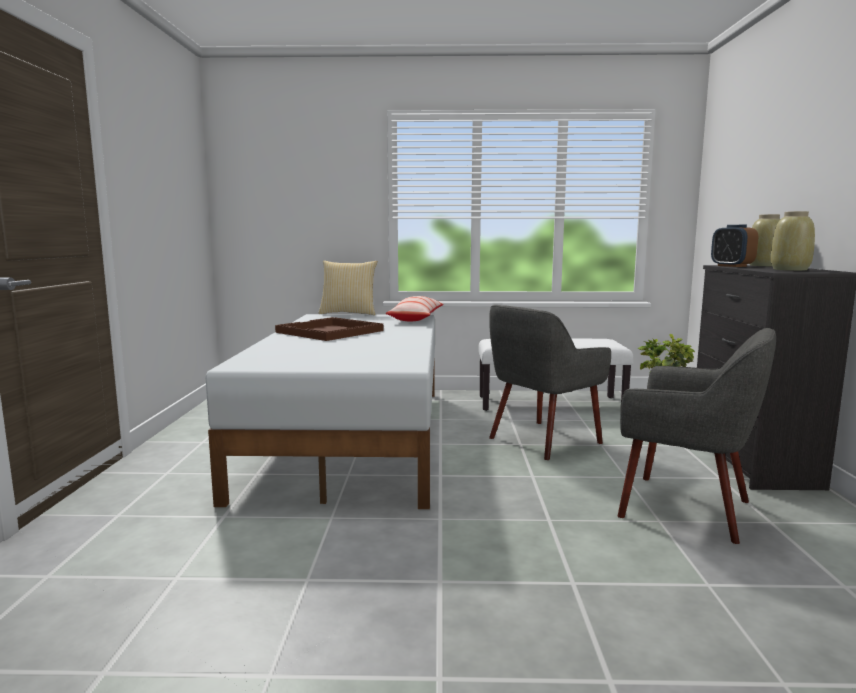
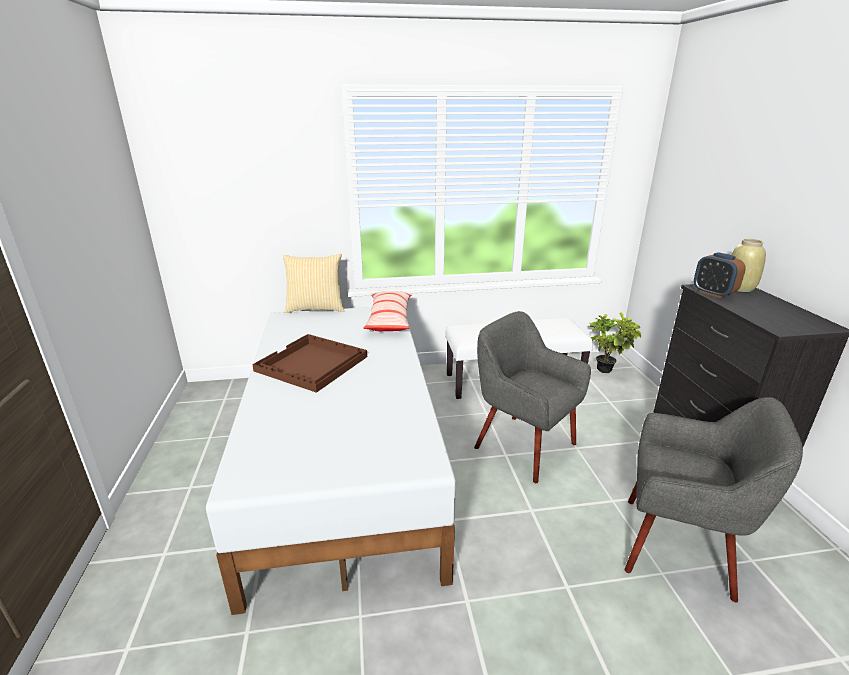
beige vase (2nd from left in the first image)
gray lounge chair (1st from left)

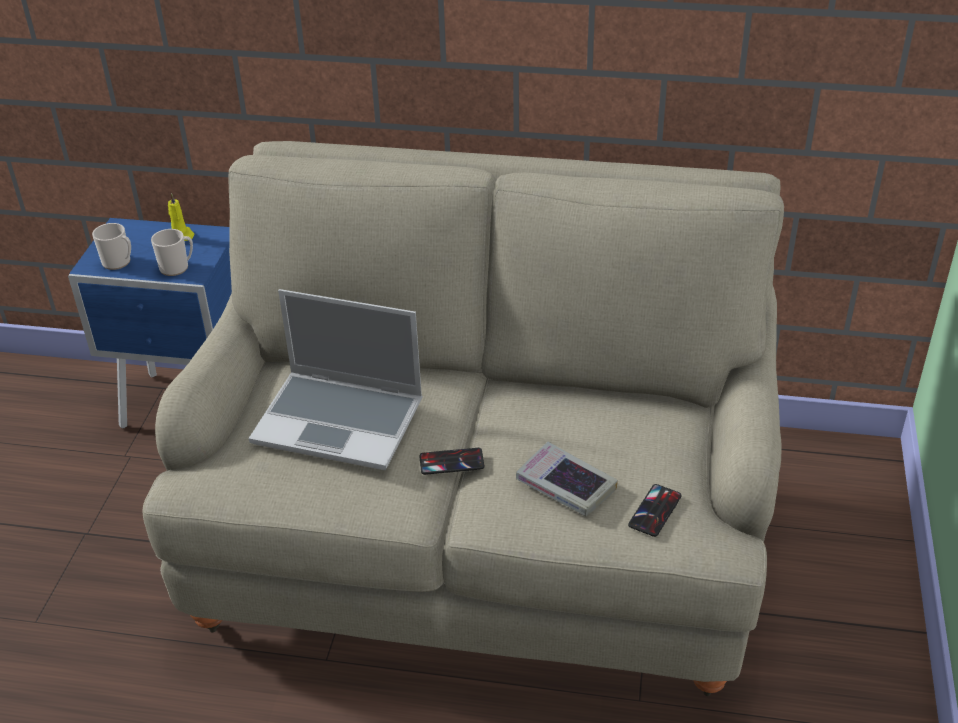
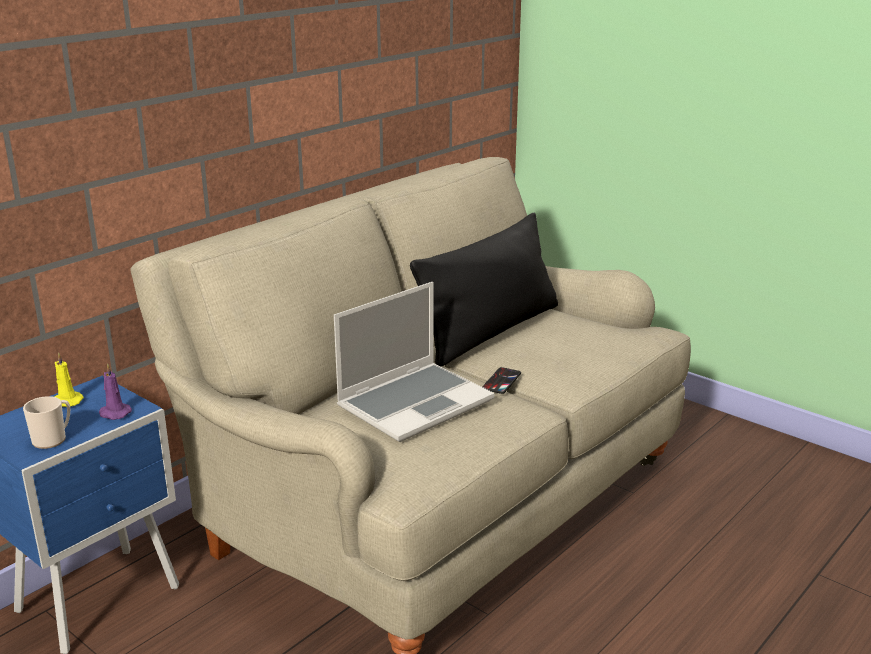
bound book
handset (2nd from left in the first image)
black pillow
purplish wax light

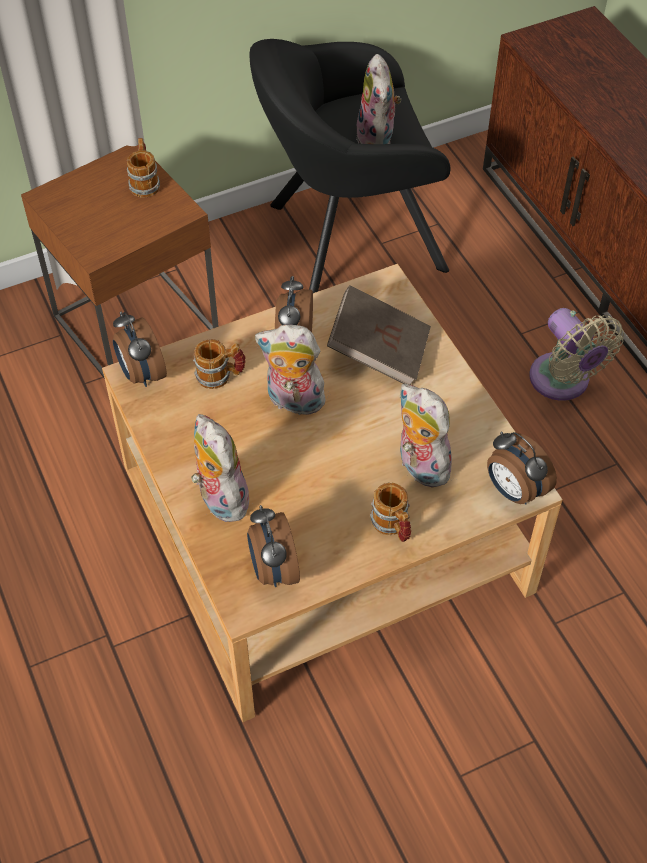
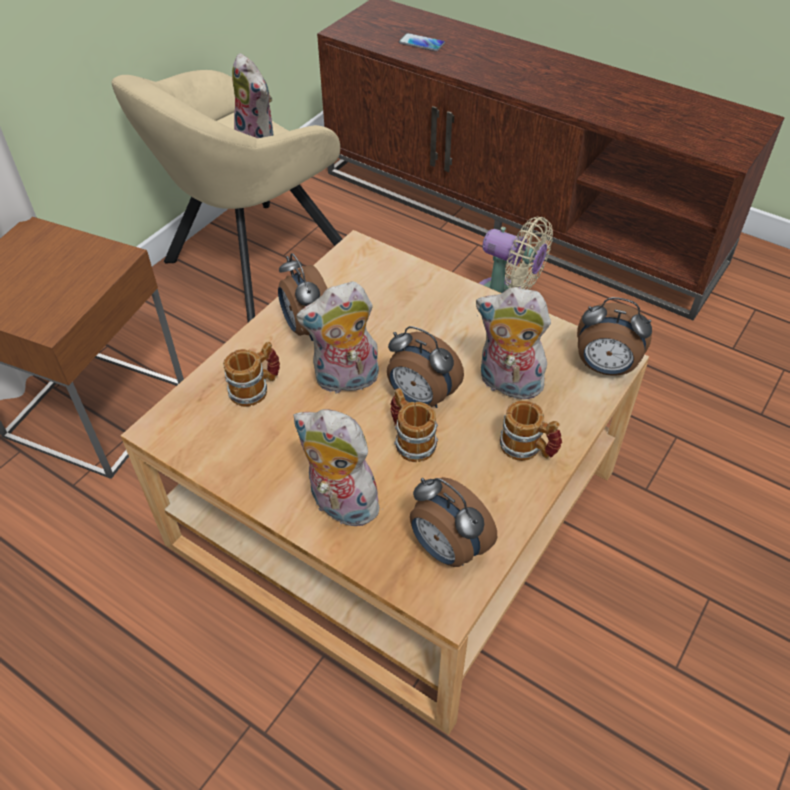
brownish bound book
handset
alarm clock (2nd from left)
tea mug (2nd from left)
beige lounge chair

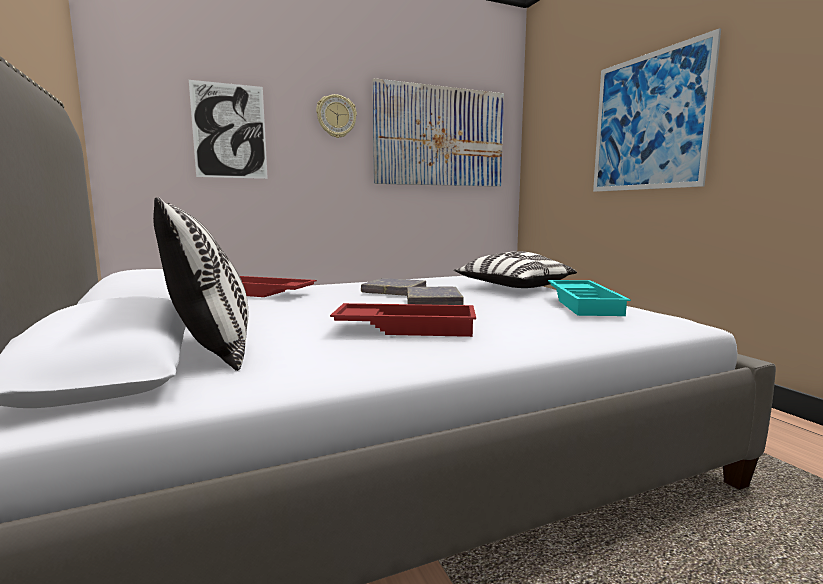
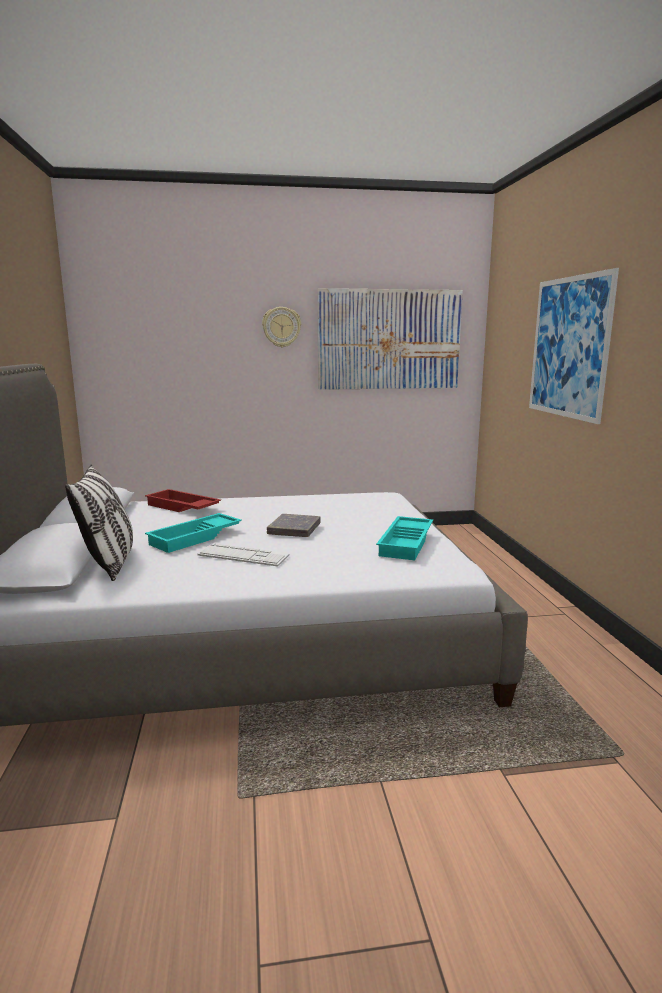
wall art (1st from left in the first image)
gray bound book (1st from left in the first image)
pillow (2nd from left in the first image)
turquoise-coloured carrying tray (1st from left)
PC keyboard

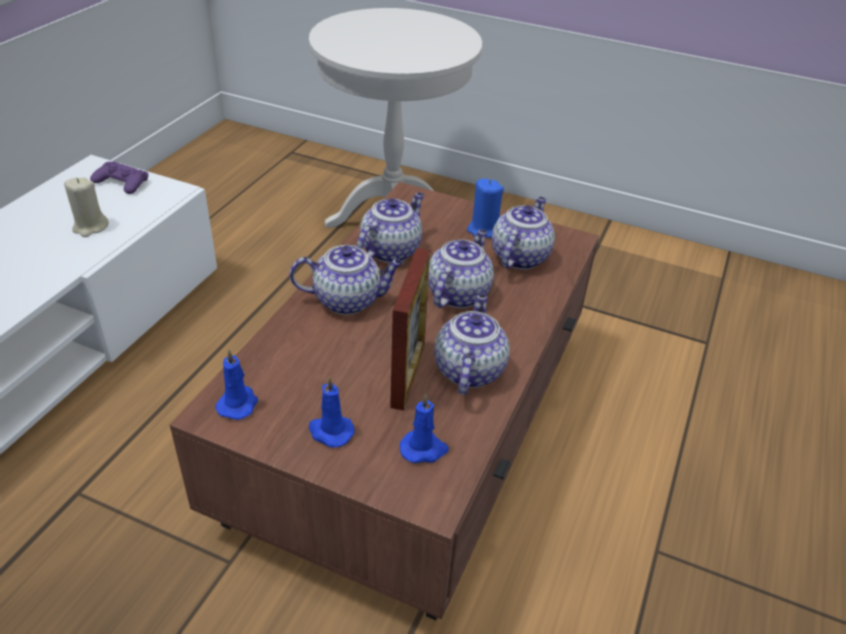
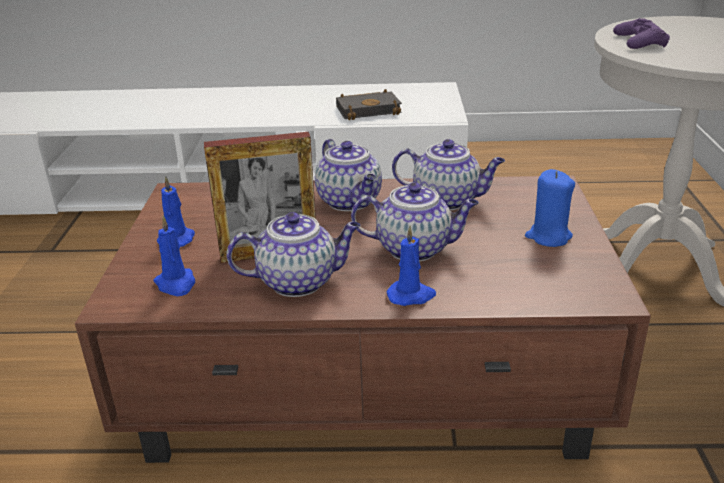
tea pot (5th from left in the first image)
purplish gamepad
blue wax light (3rd from left)
black bound book

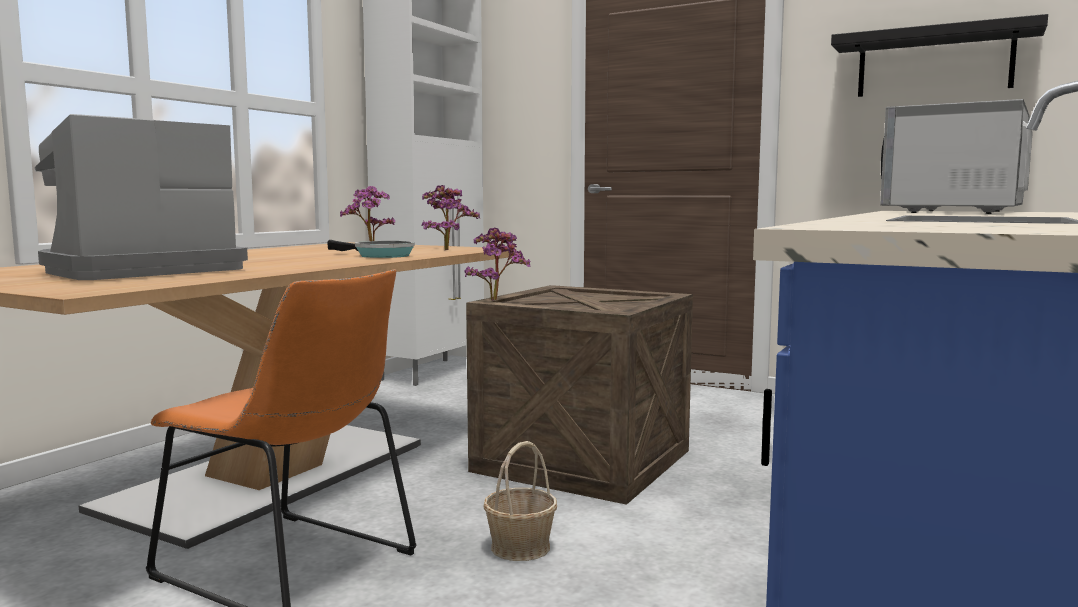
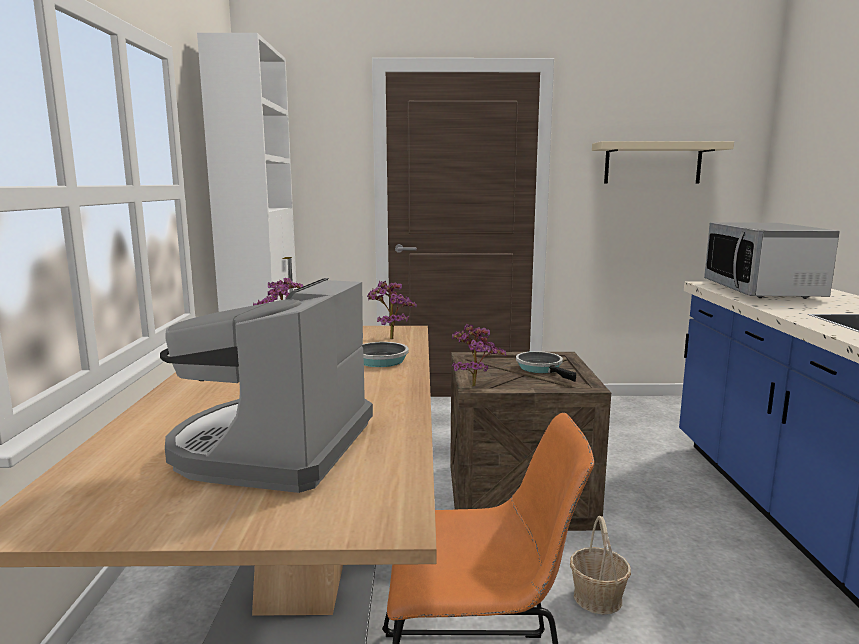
skillet (2nd from left)
beige shelf

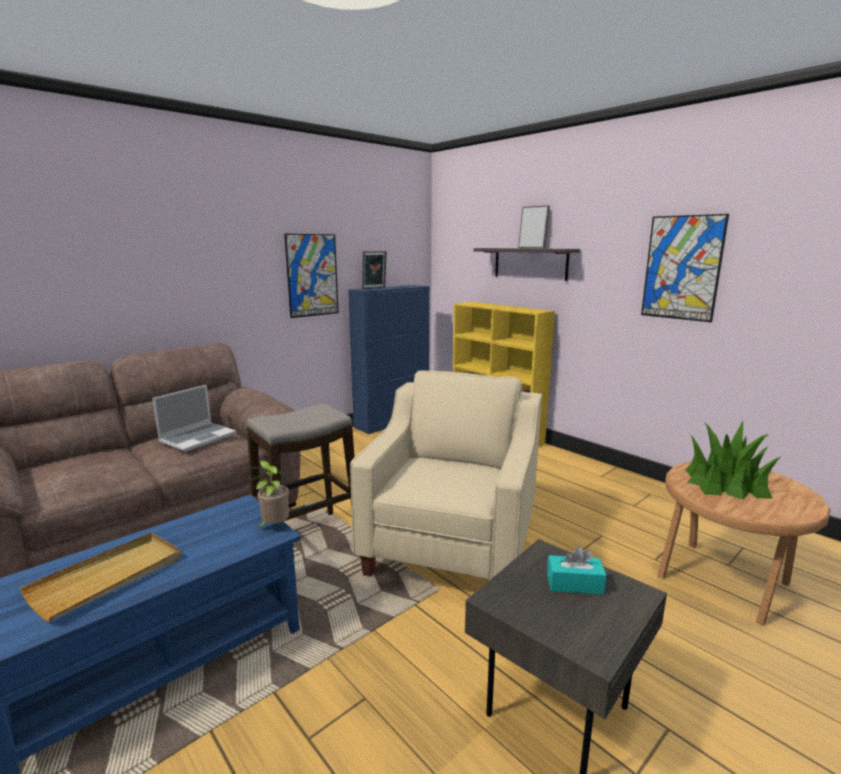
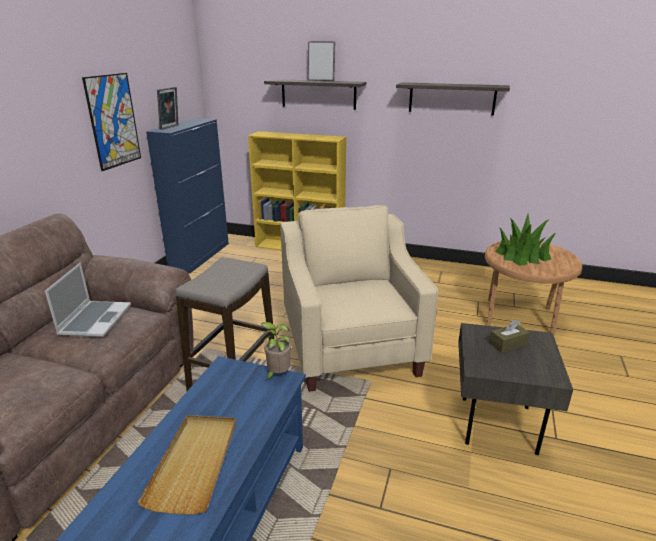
shelf (2nd from left)
brownish tissue holder

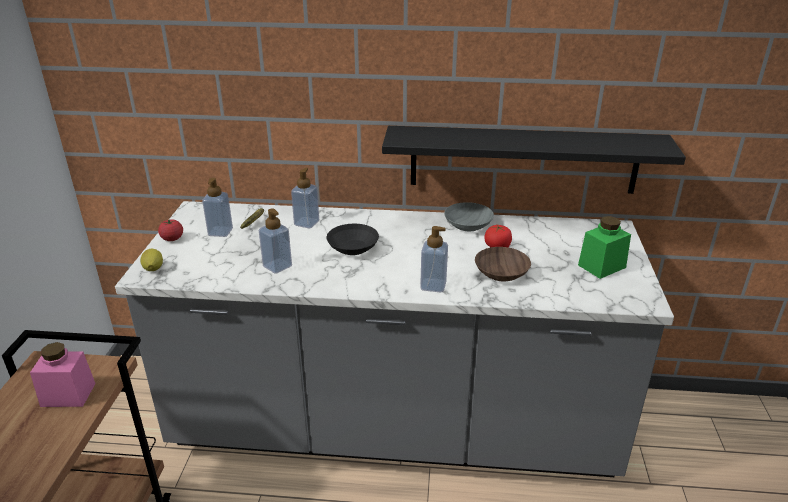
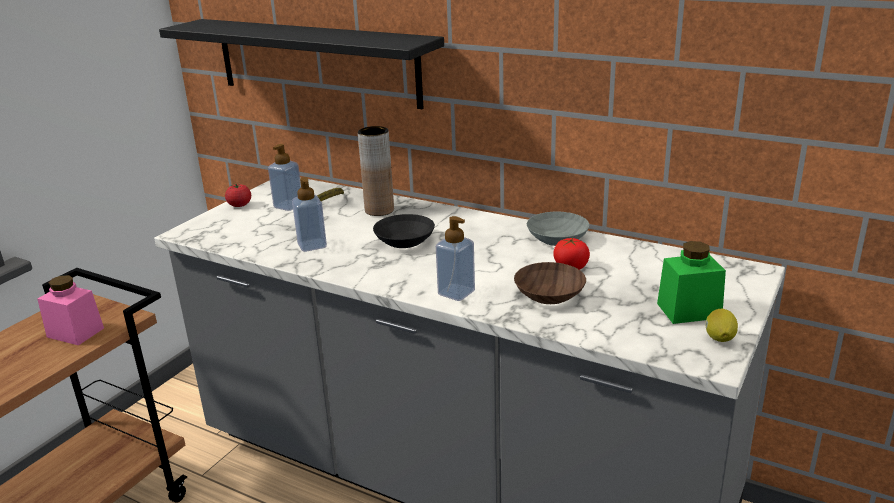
whole lemon
black shelf
brownish vase

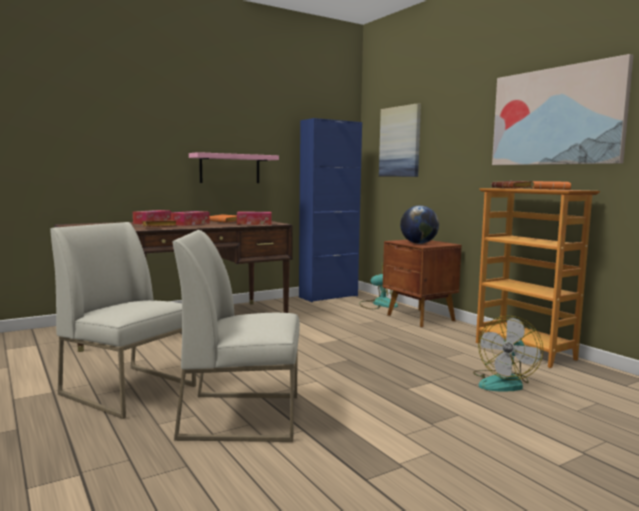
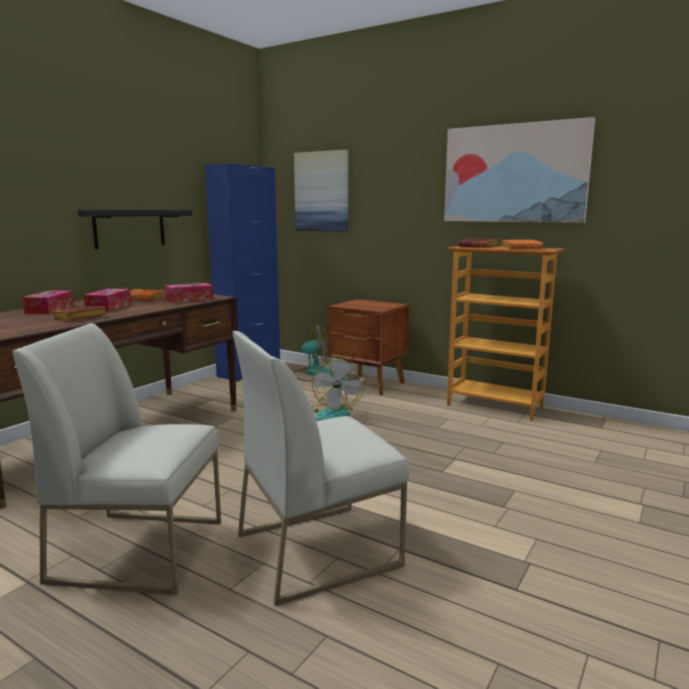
world globe
fan (2nd from left)
black shelf

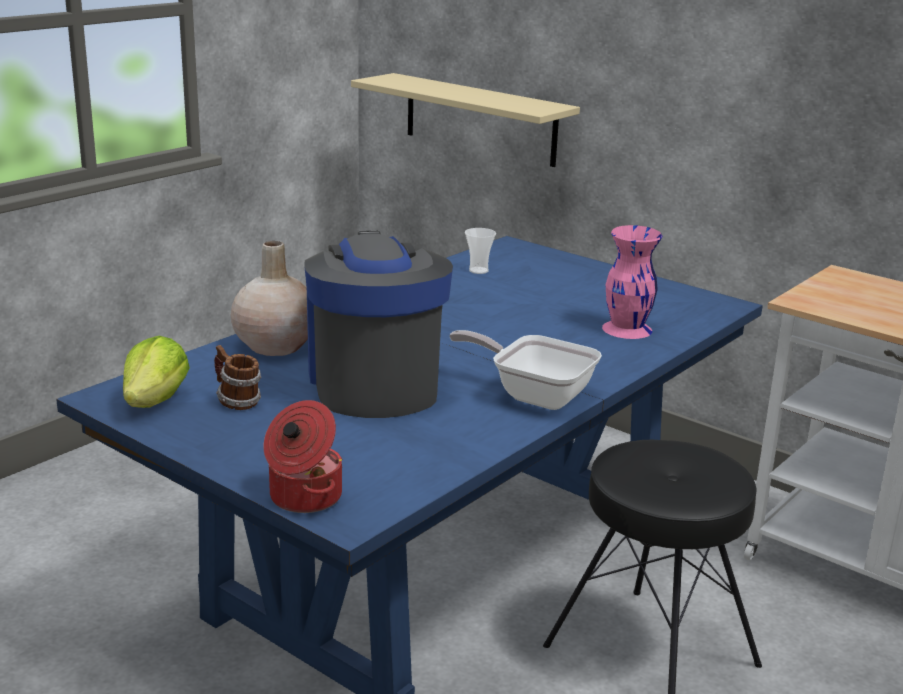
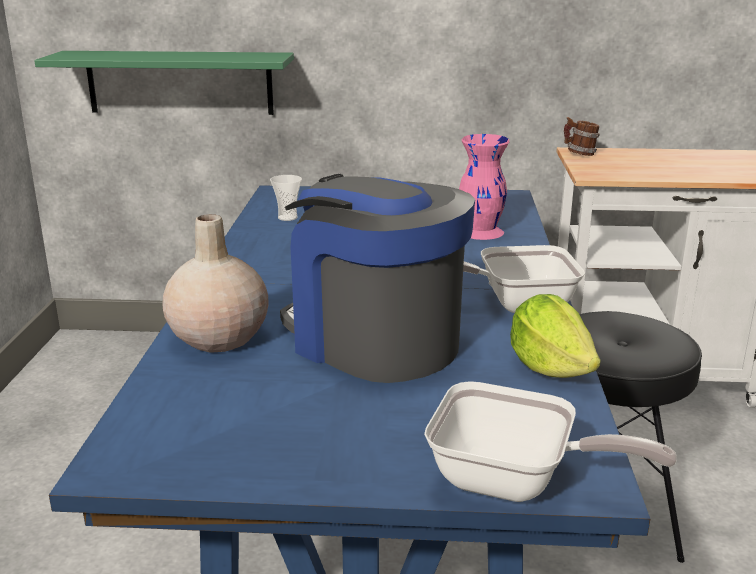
lettuce
tea mug
skillet (2nd from left)
greenish shelf

